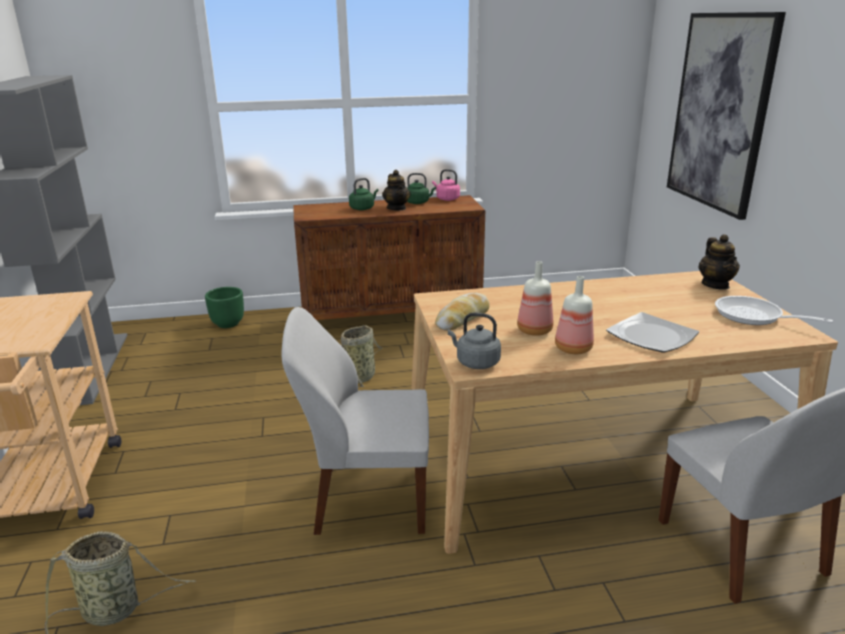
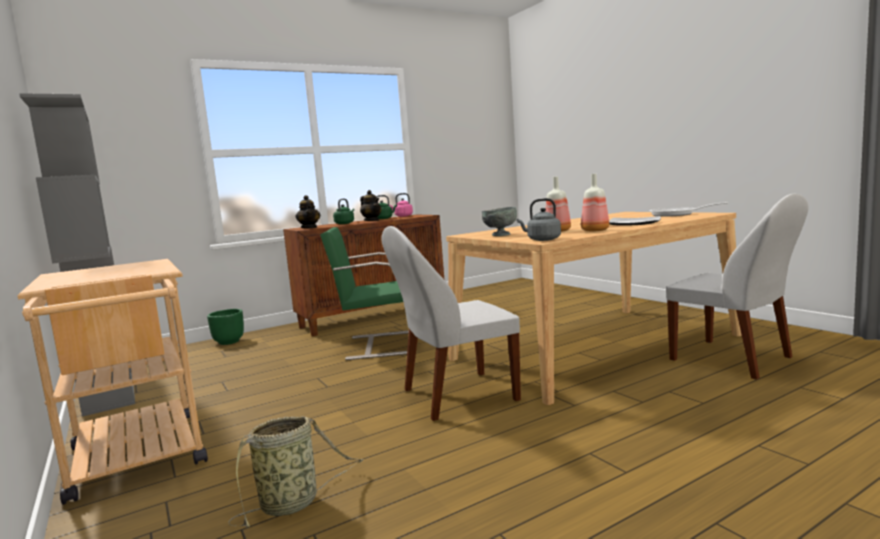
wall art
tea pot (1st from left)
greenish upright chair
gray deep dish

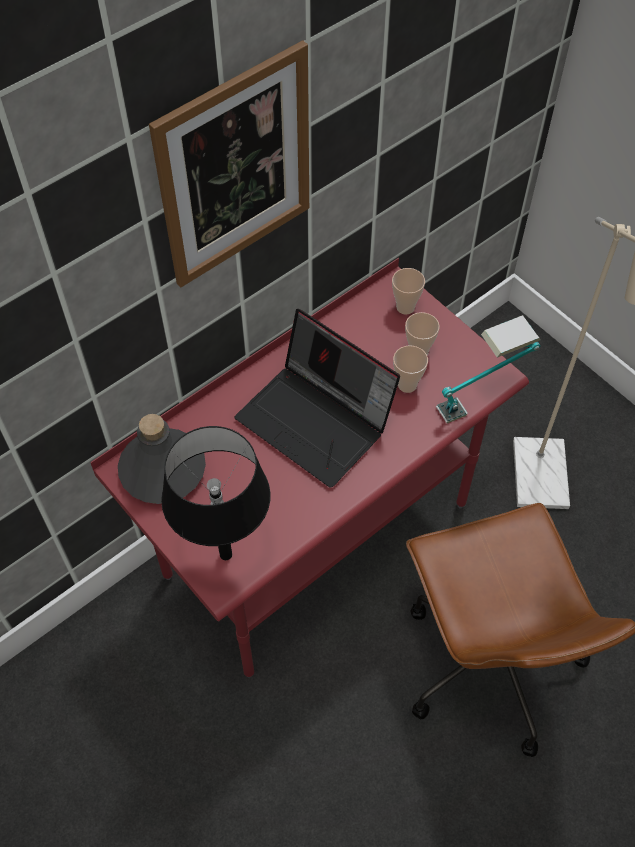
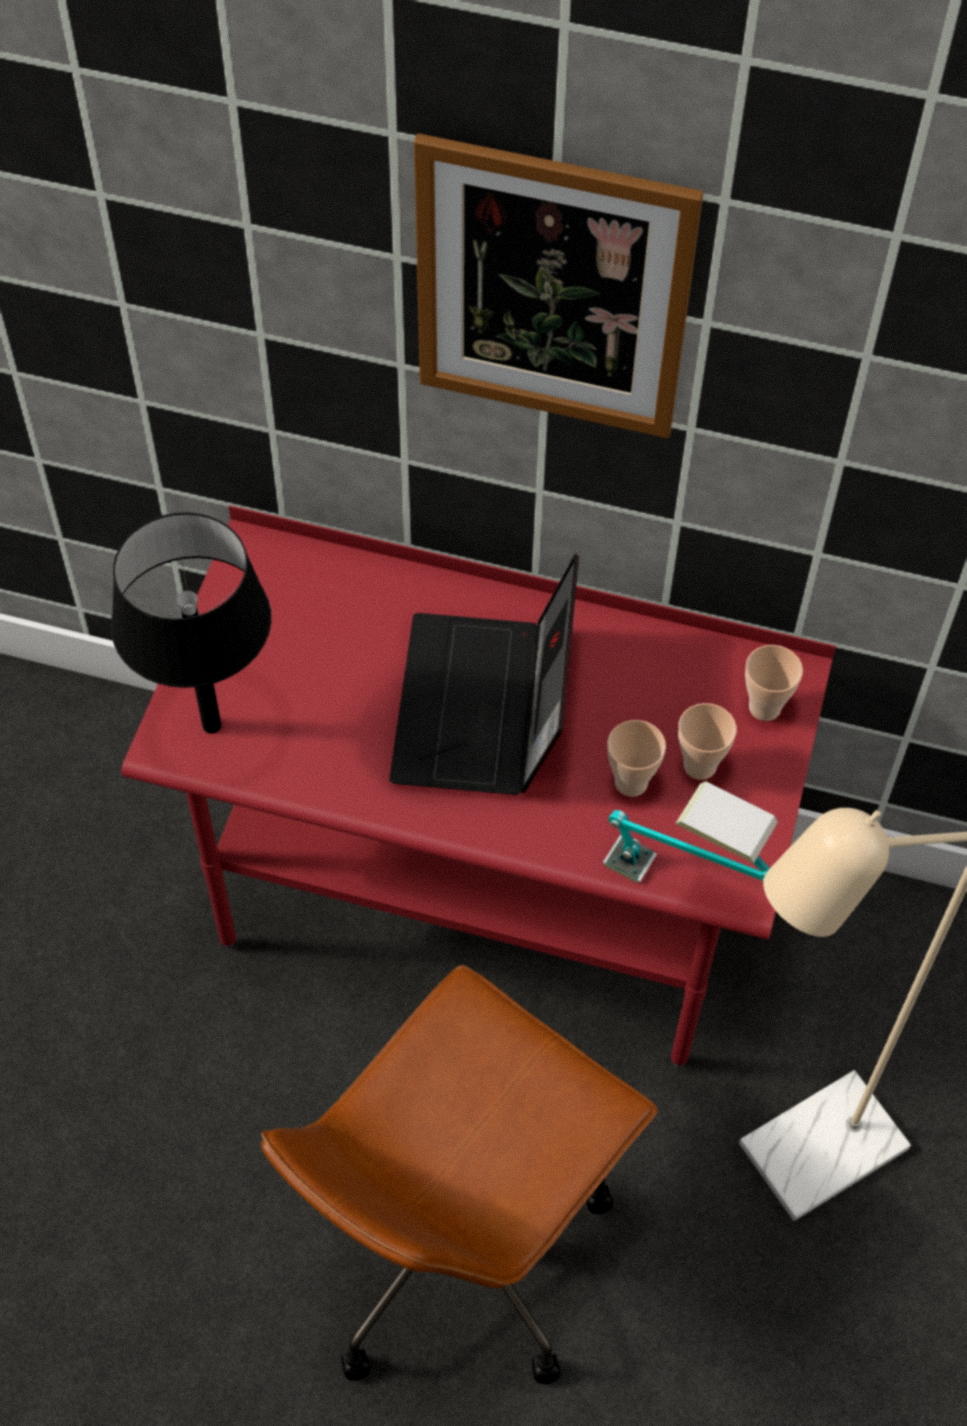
gray beverage bottle

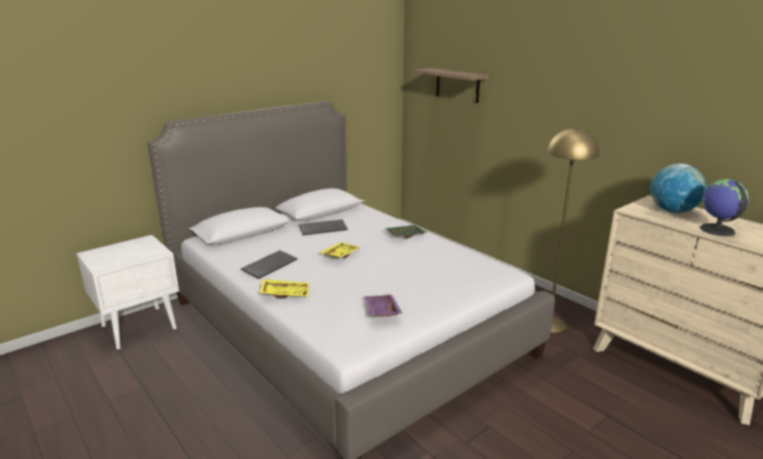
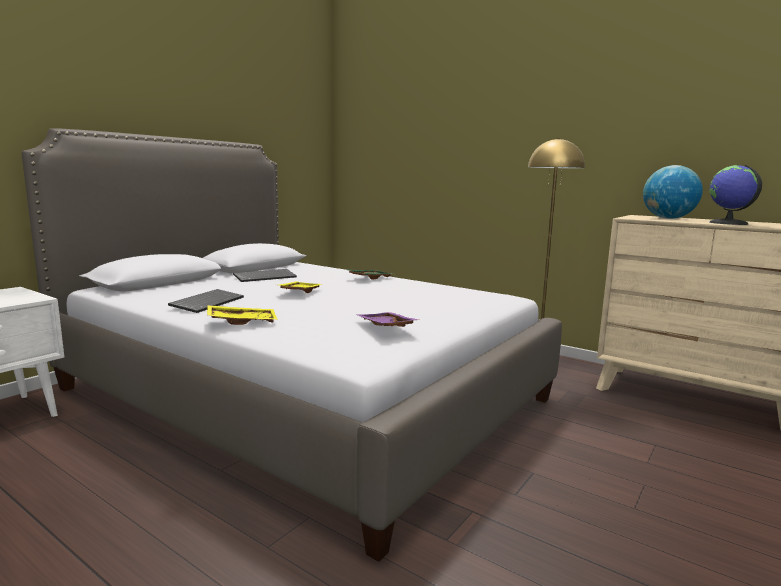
shelf

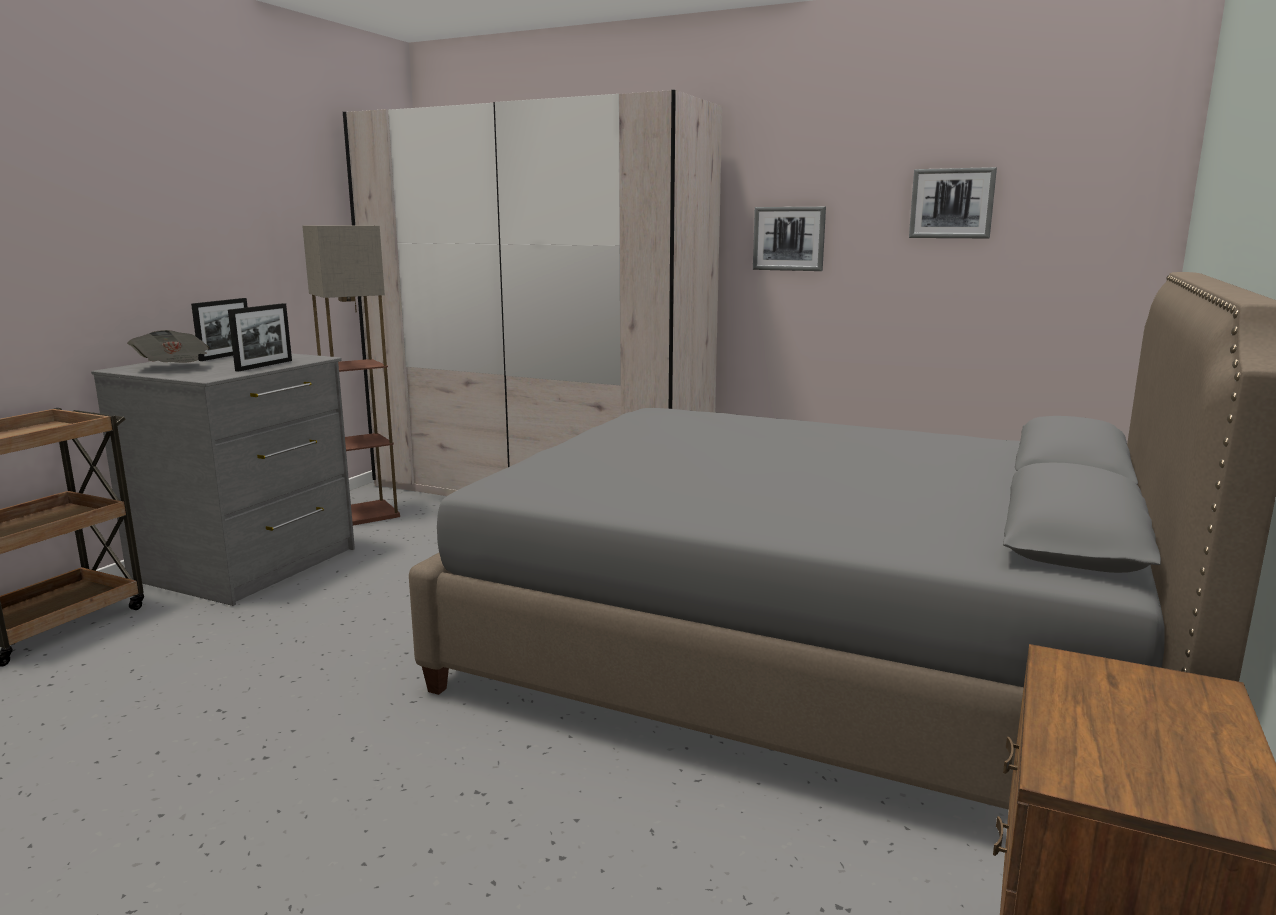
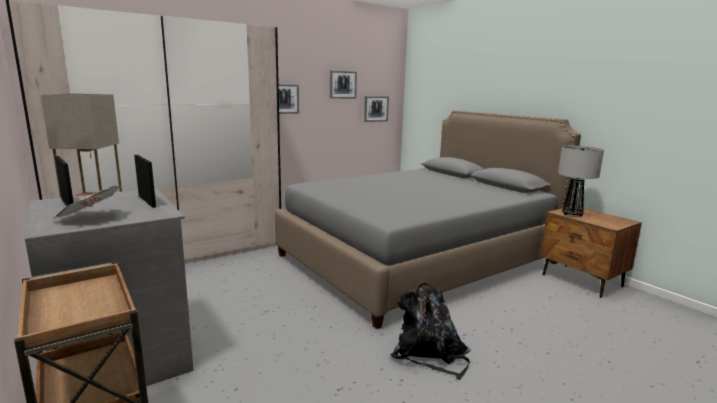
wall art (3rd from left)
black backpack
lamp for a table

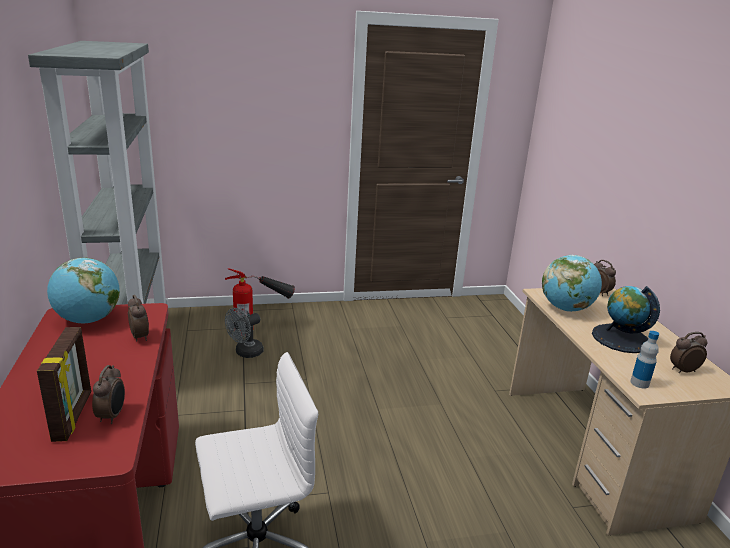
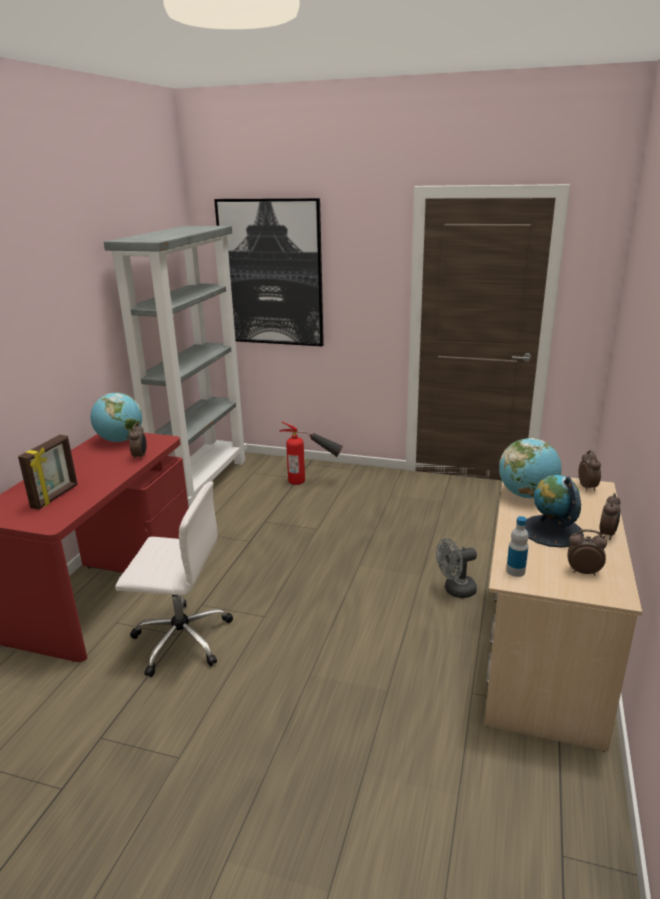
wall art
alarm clock (4th from left)
gray fan

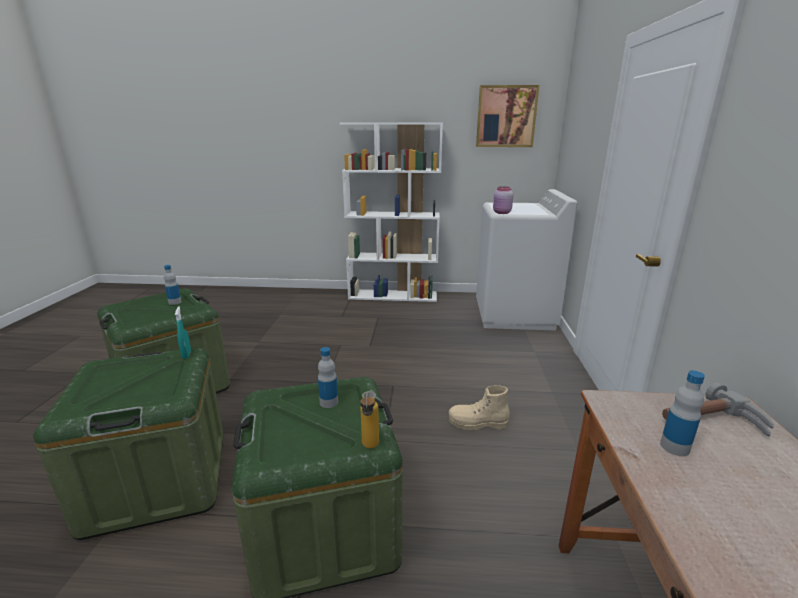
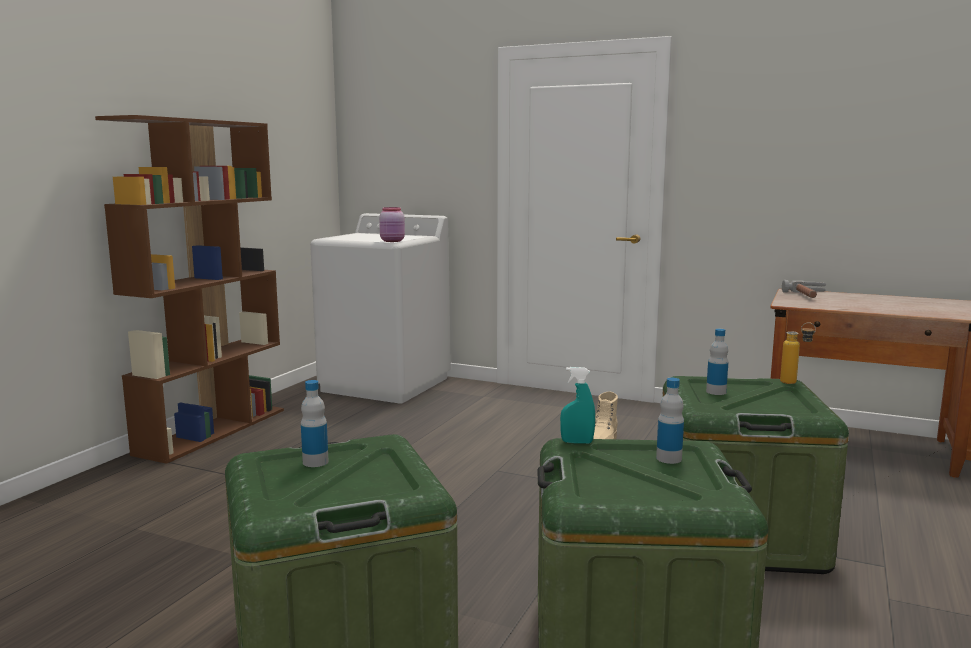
wall art
beverage bottle (2nd from left)
brownish shelving unit

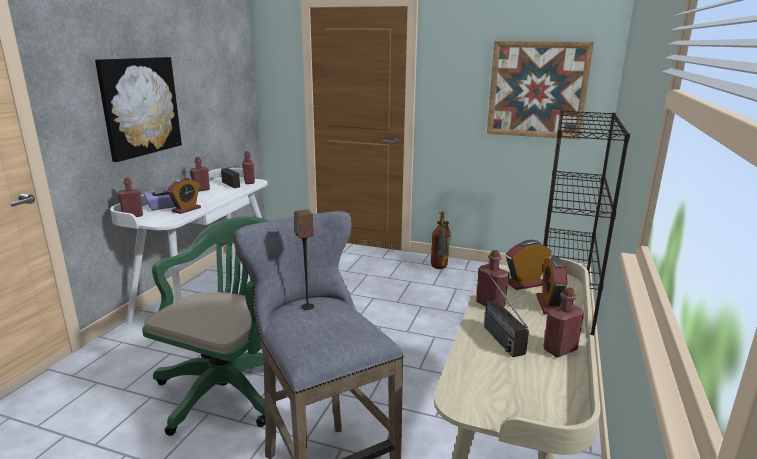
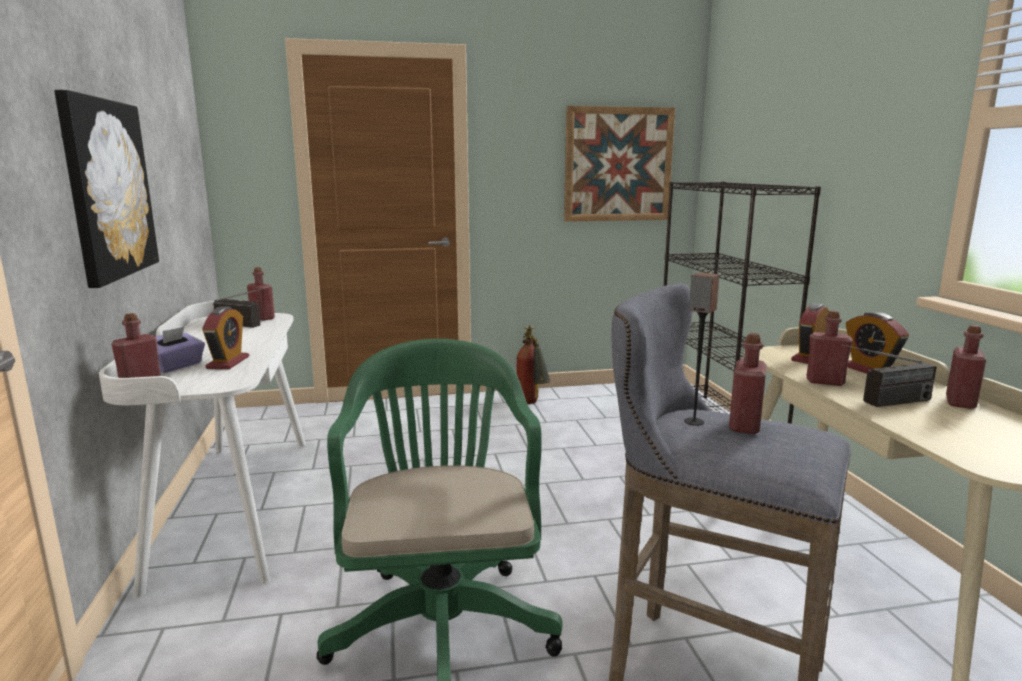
red beverage bottle (3rd from left)
radio receiver (2nd from left)

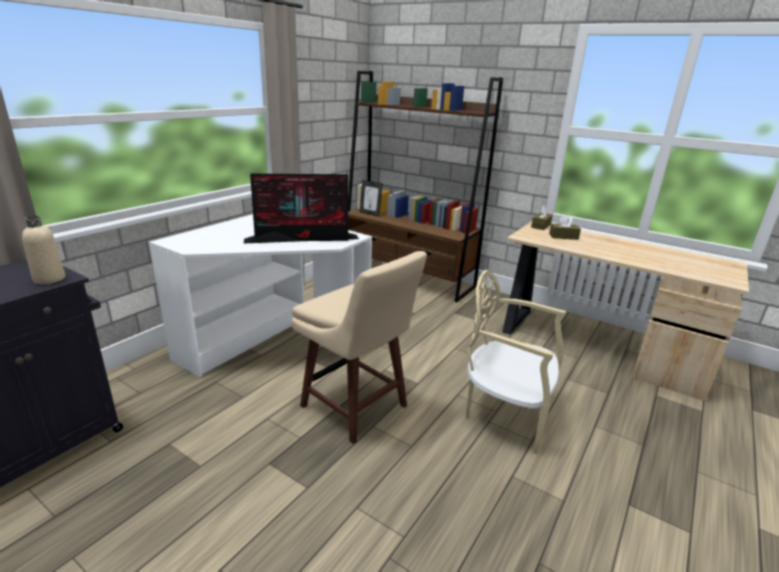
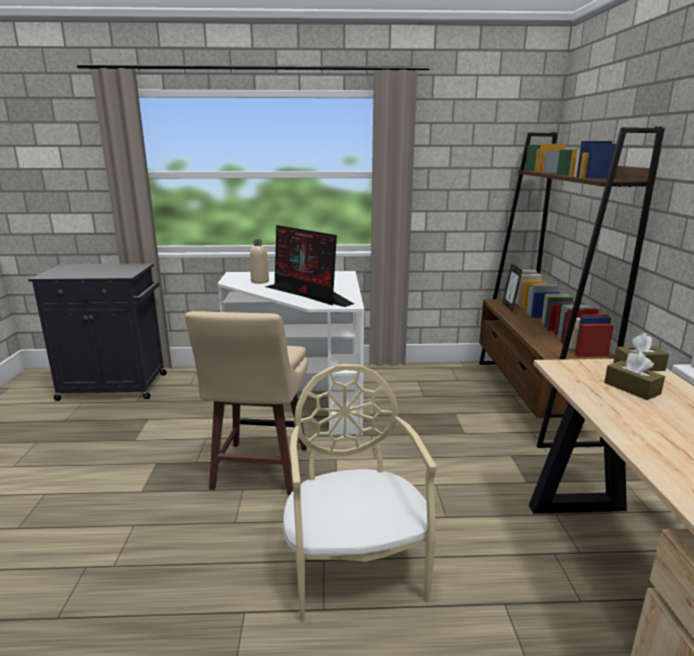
beige beverage bottle

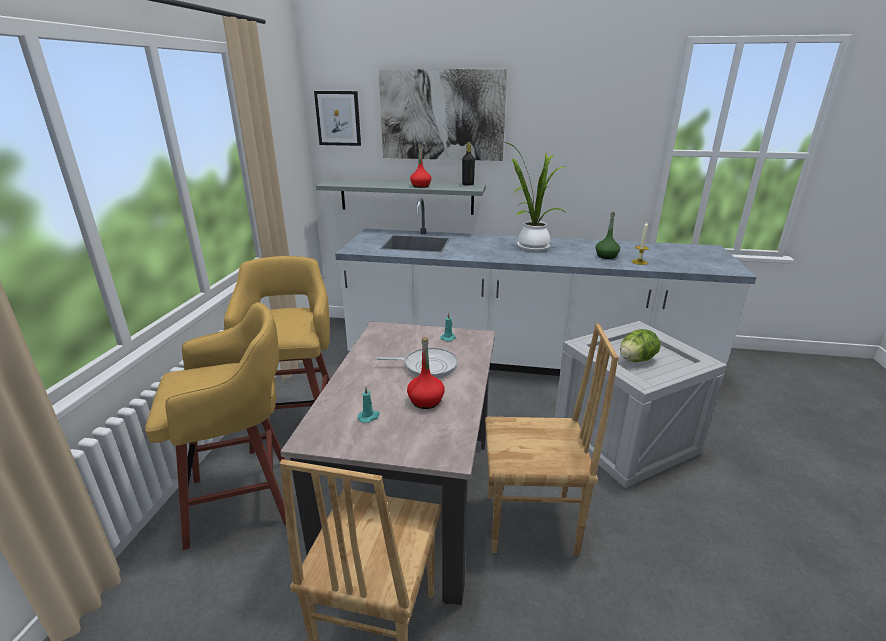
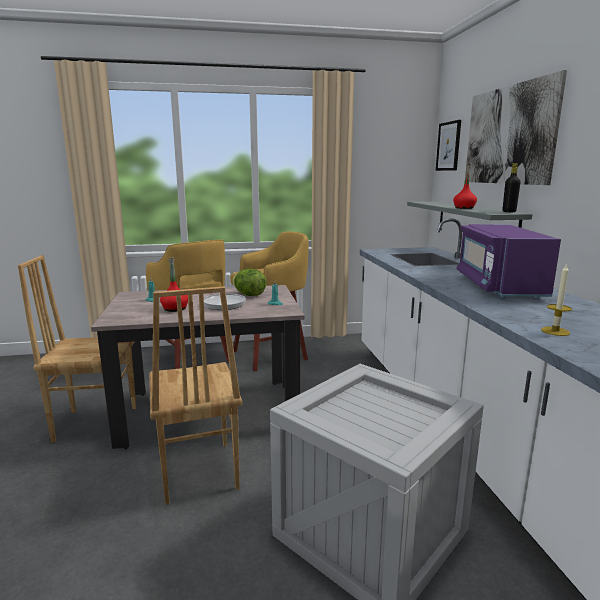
greenish beverage bottle
lettuce
purplish microwave oven

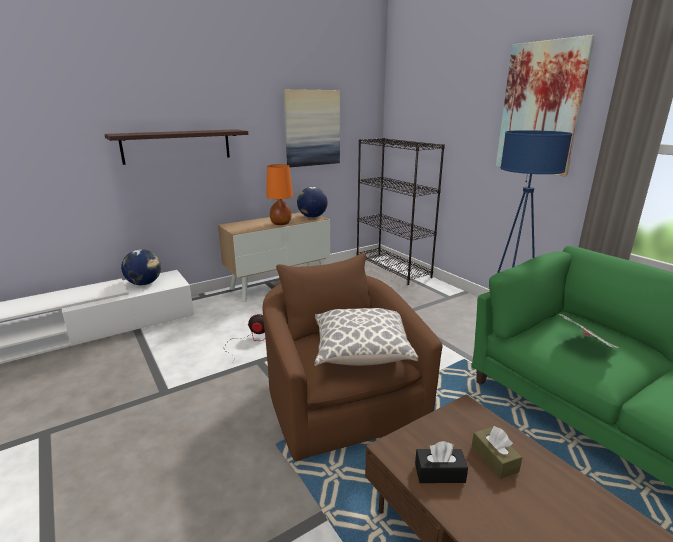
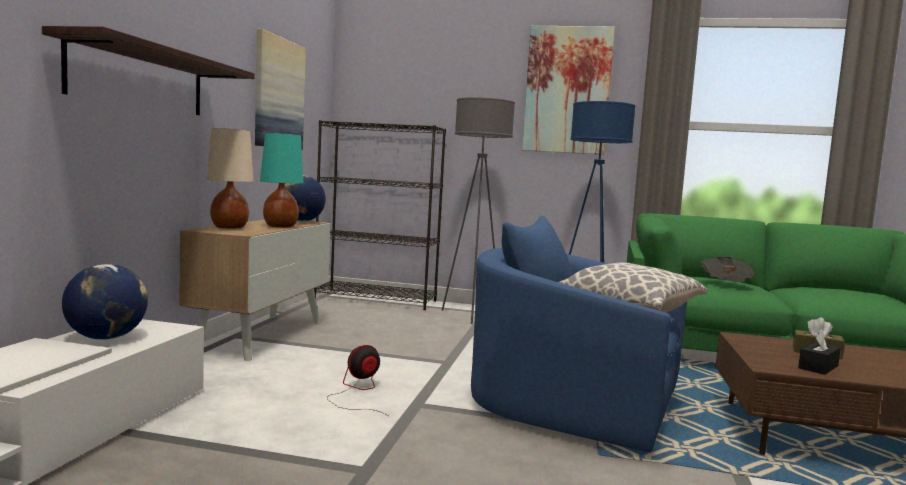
beige lamp for a table
gray standard lamp
blue lounge chair
turquoise-coloured lamp for a table

